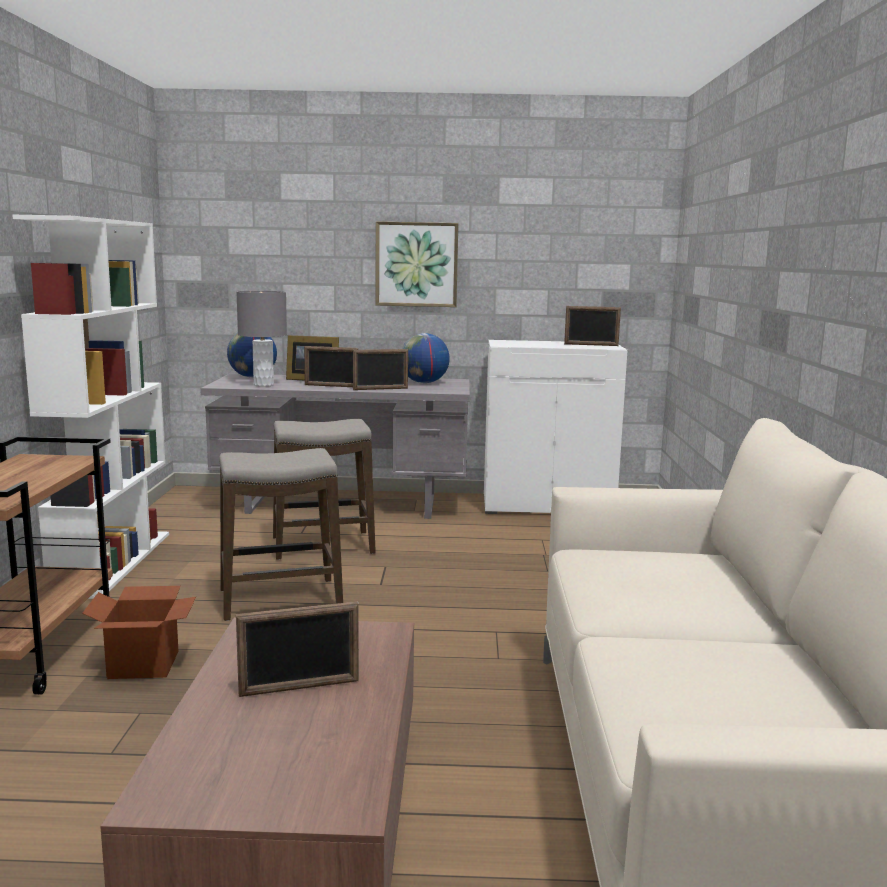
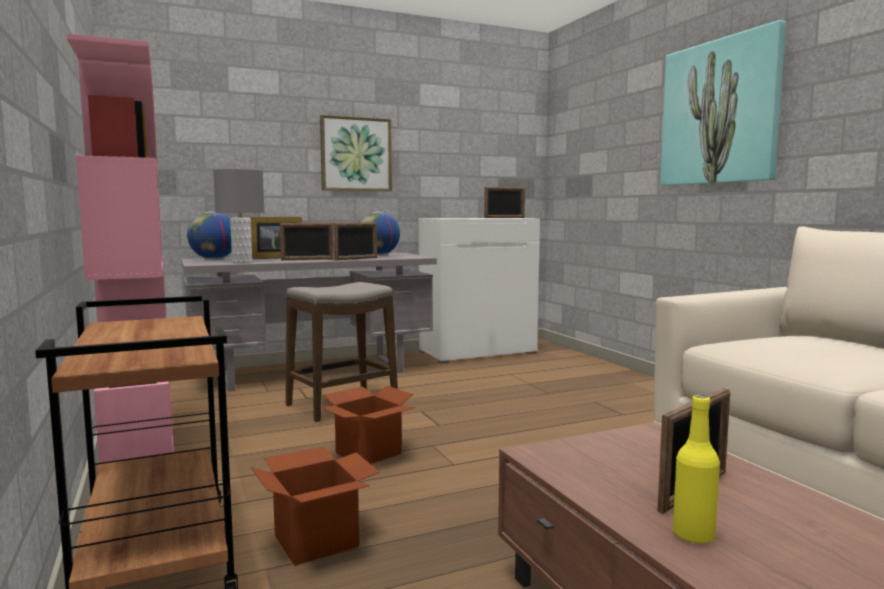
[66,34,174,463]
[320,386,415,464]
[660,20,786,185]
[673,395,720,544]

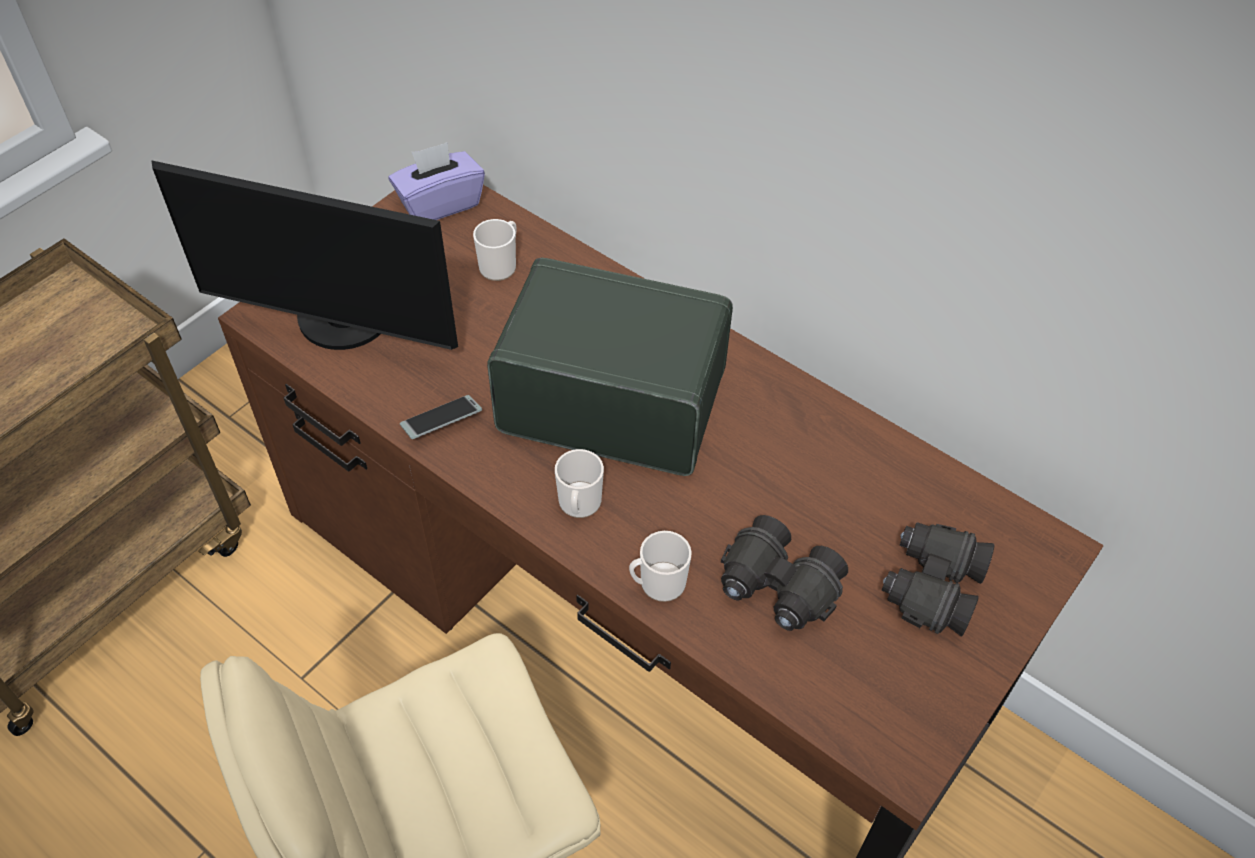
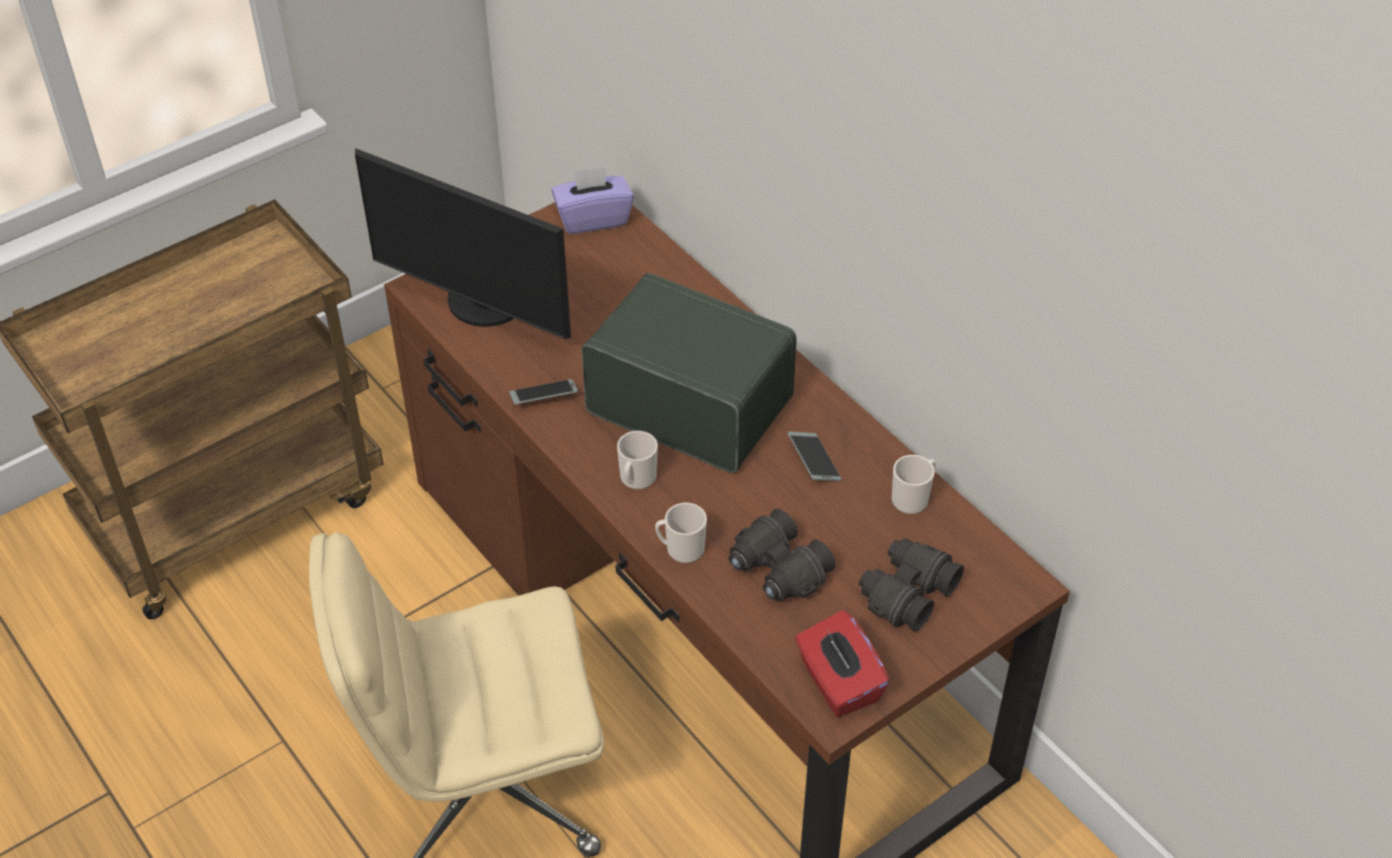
[892,455,936,514]
[788,432,841,481]
[795,610,890,717]

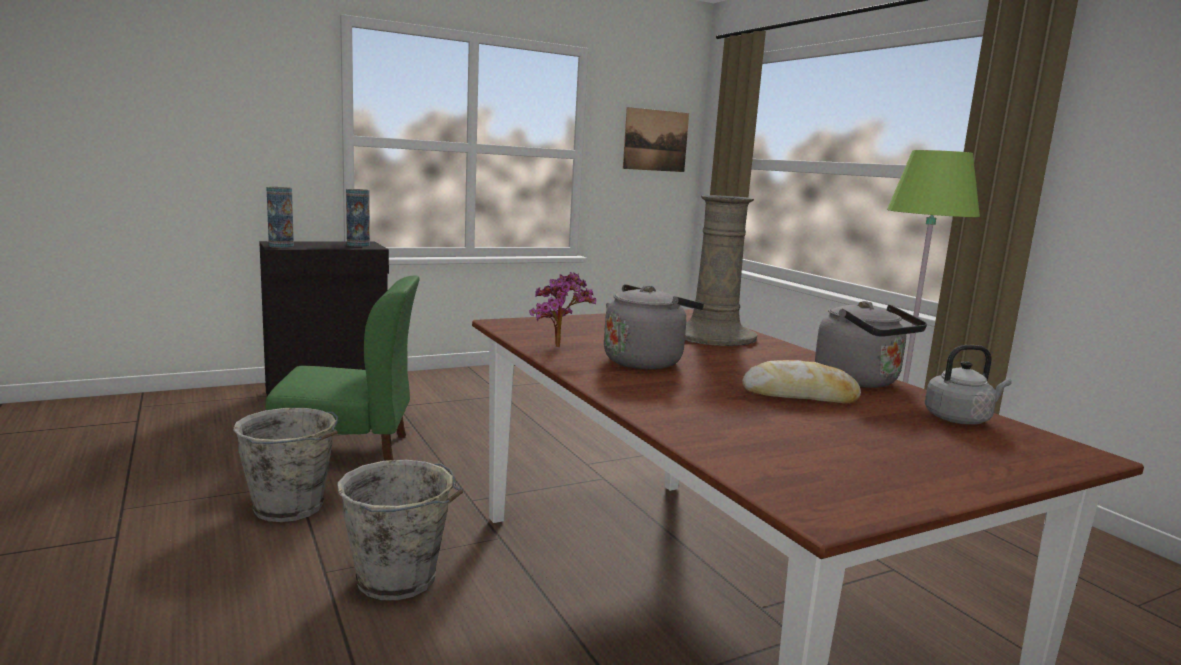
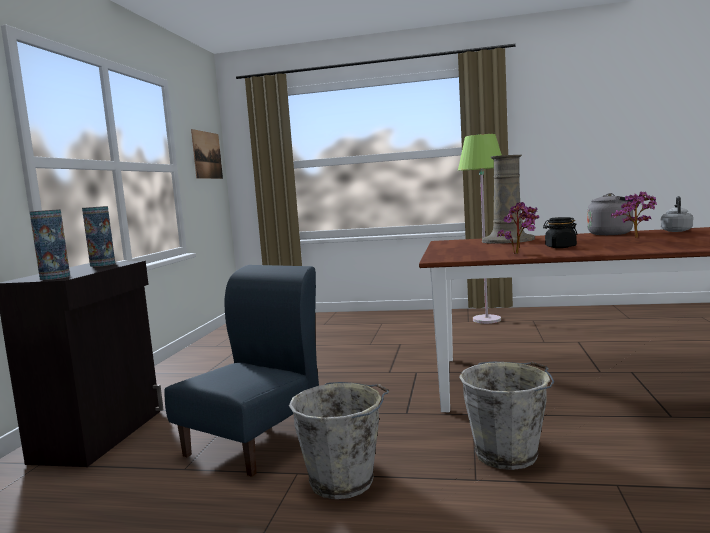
[164,265,319,477]
[543,217,578,248]
[611,192,657,238]

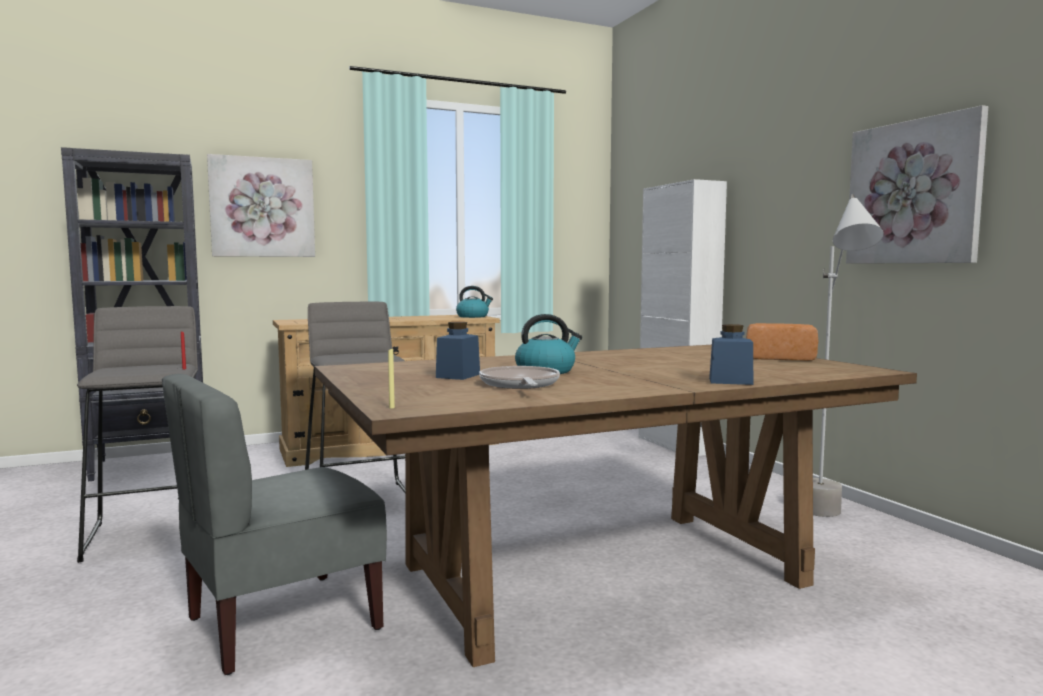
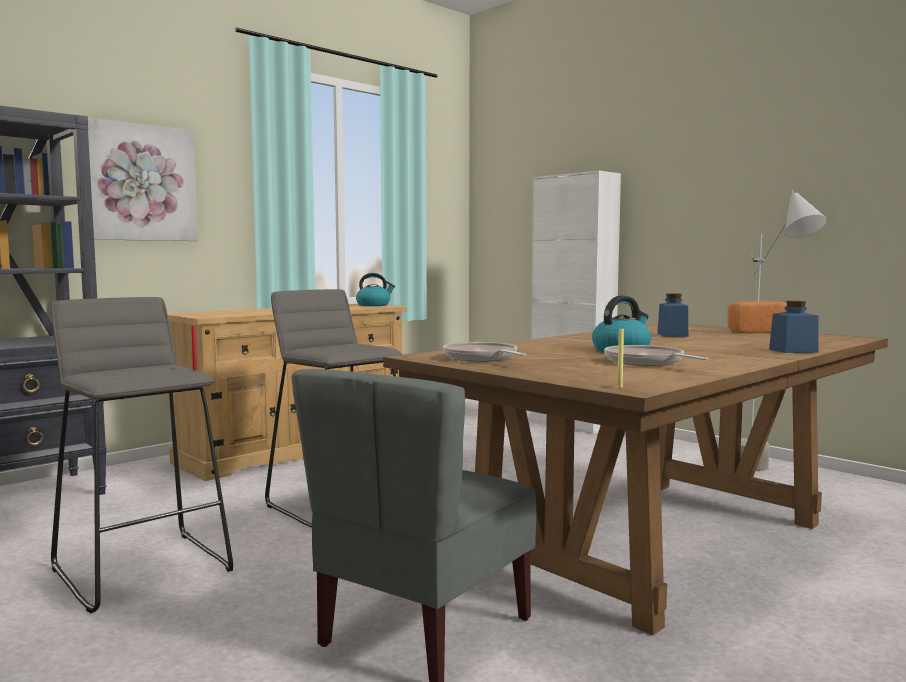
[846,105,988,264] (first image)
[657,293,688,337]
[443,342,526,361]

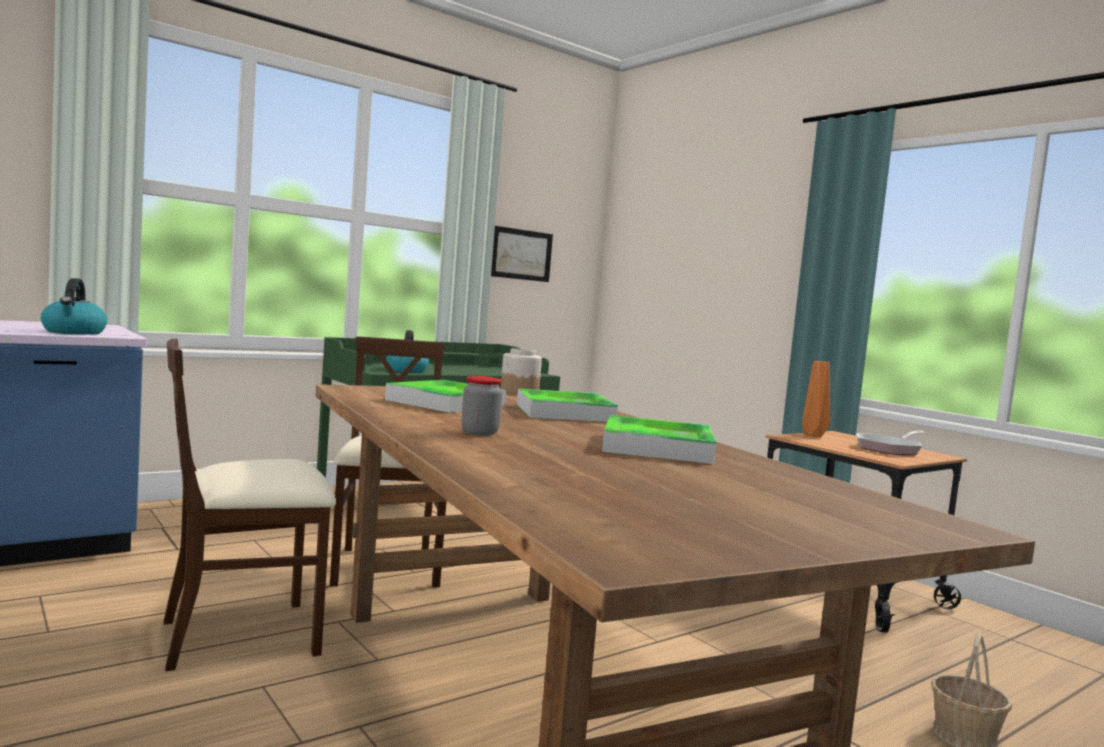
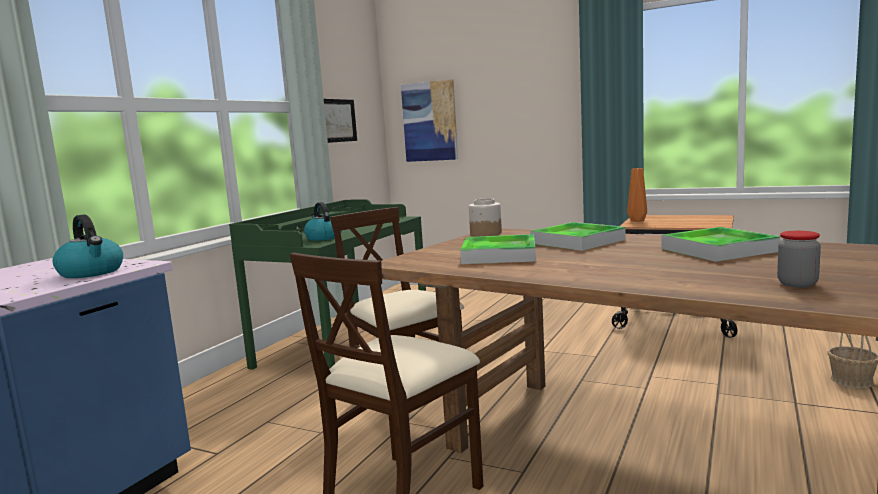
[777,231,821,288]
[856,430,925,455] (first image)
[401,79,458,162]

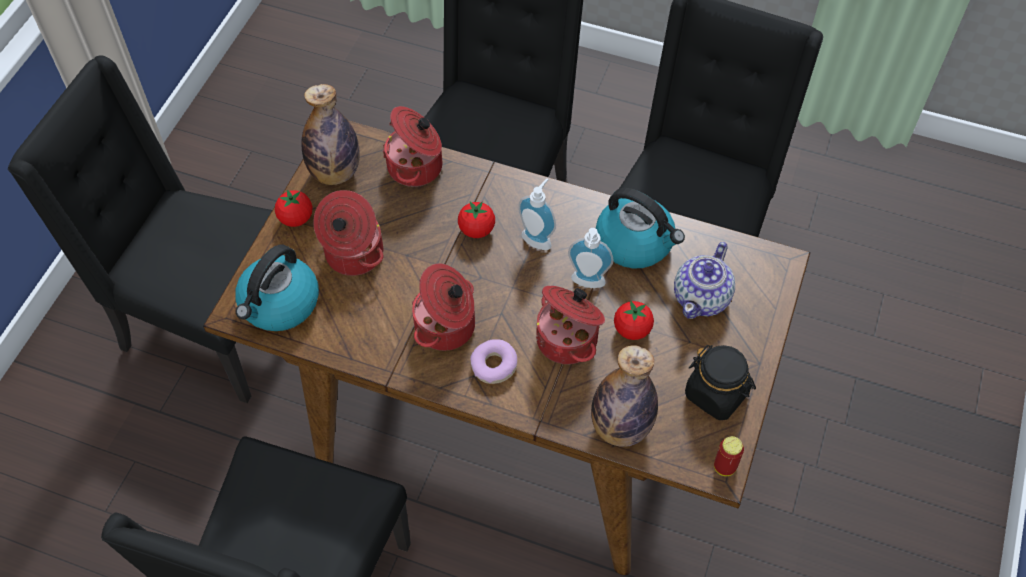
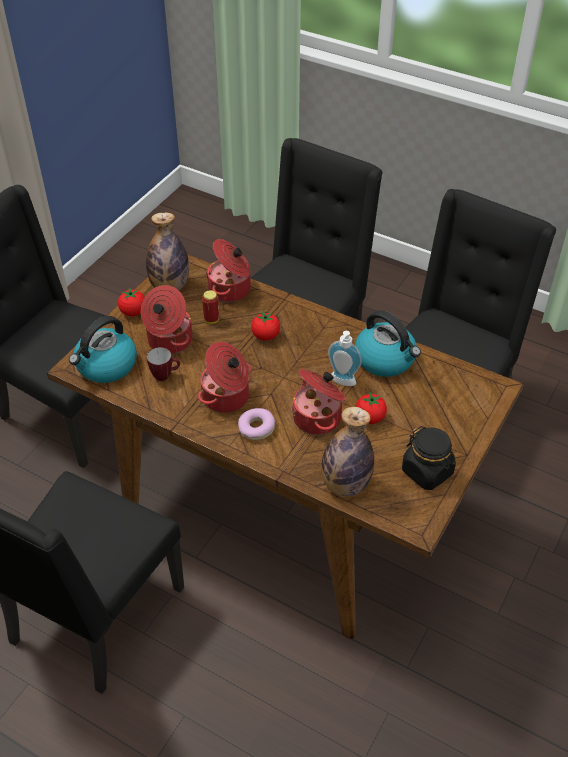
[518,178,556,250] (first image)
[674,242,735,319] (first image)
[202,290,220,324]
[147,347,180,381]

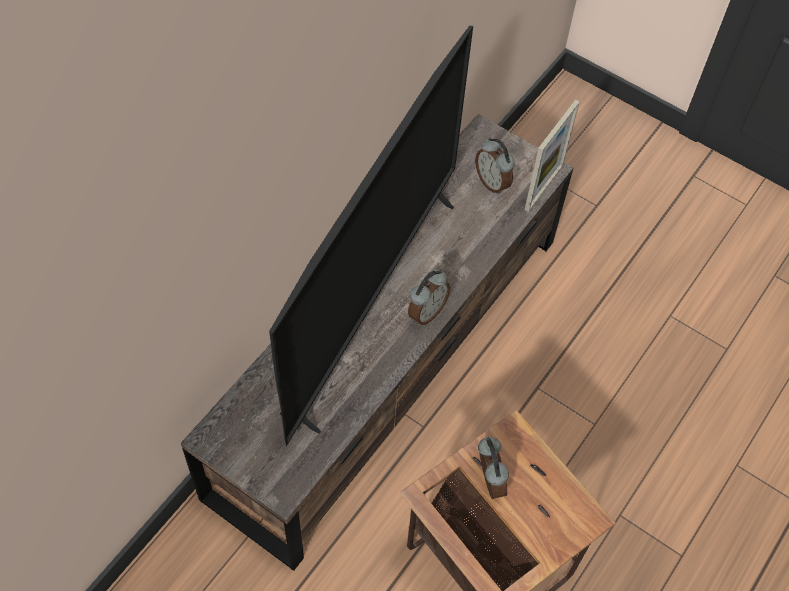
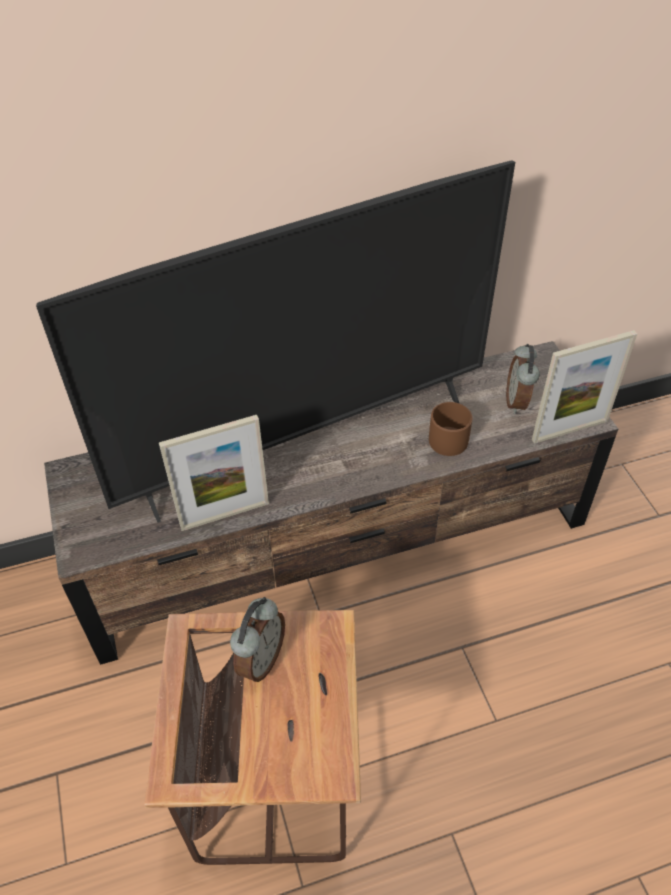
[408,270,450,325] (first image)
[429,402,473,456]
[159,415,269,531]

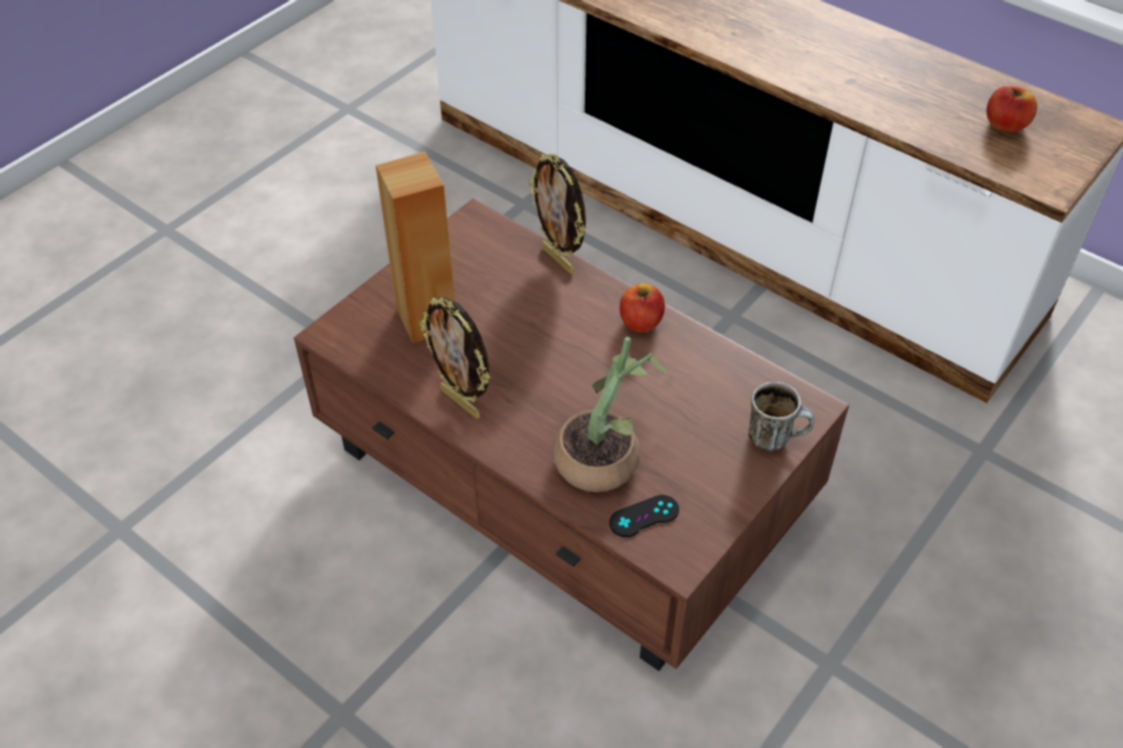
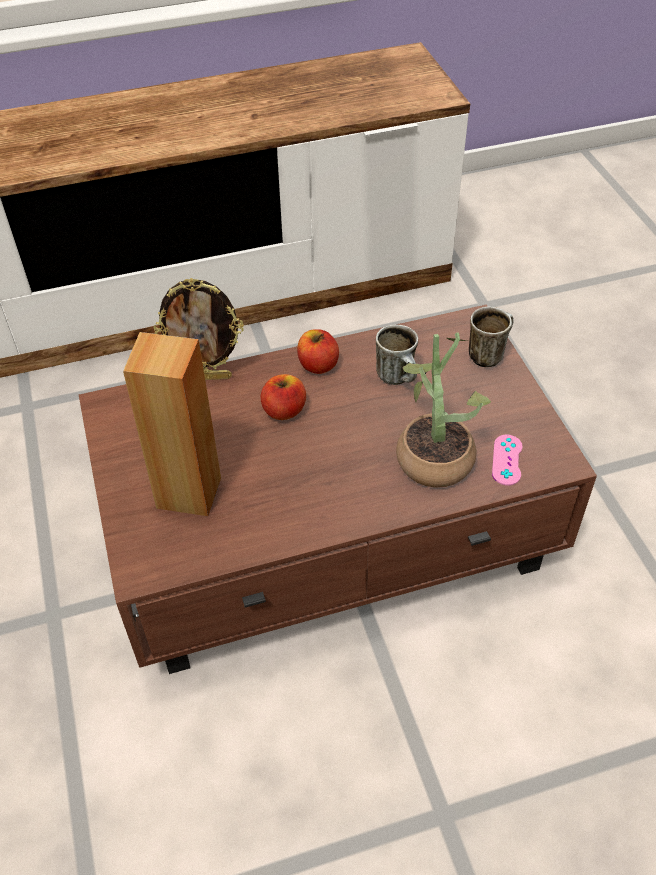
[261,374,306,420]
[419,297,490,419] (first image)
[492,435,523,486]
[376,325,418,385]

